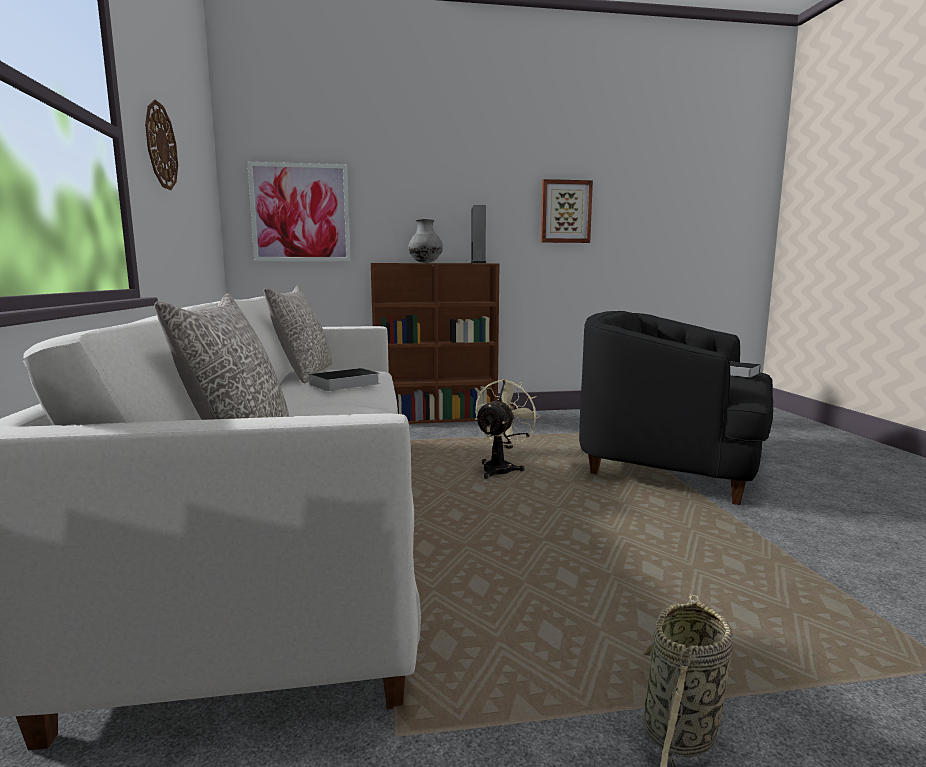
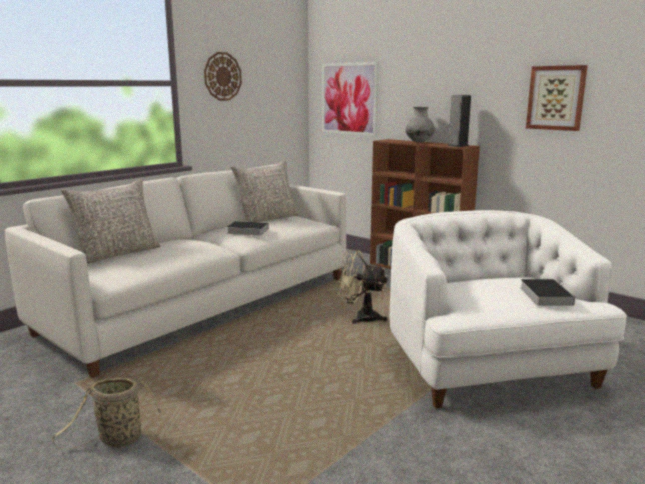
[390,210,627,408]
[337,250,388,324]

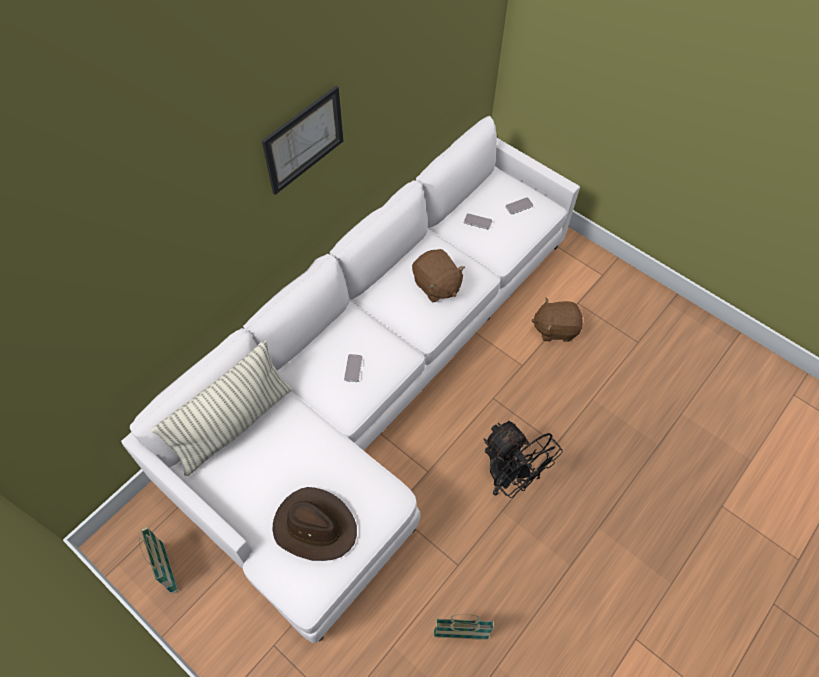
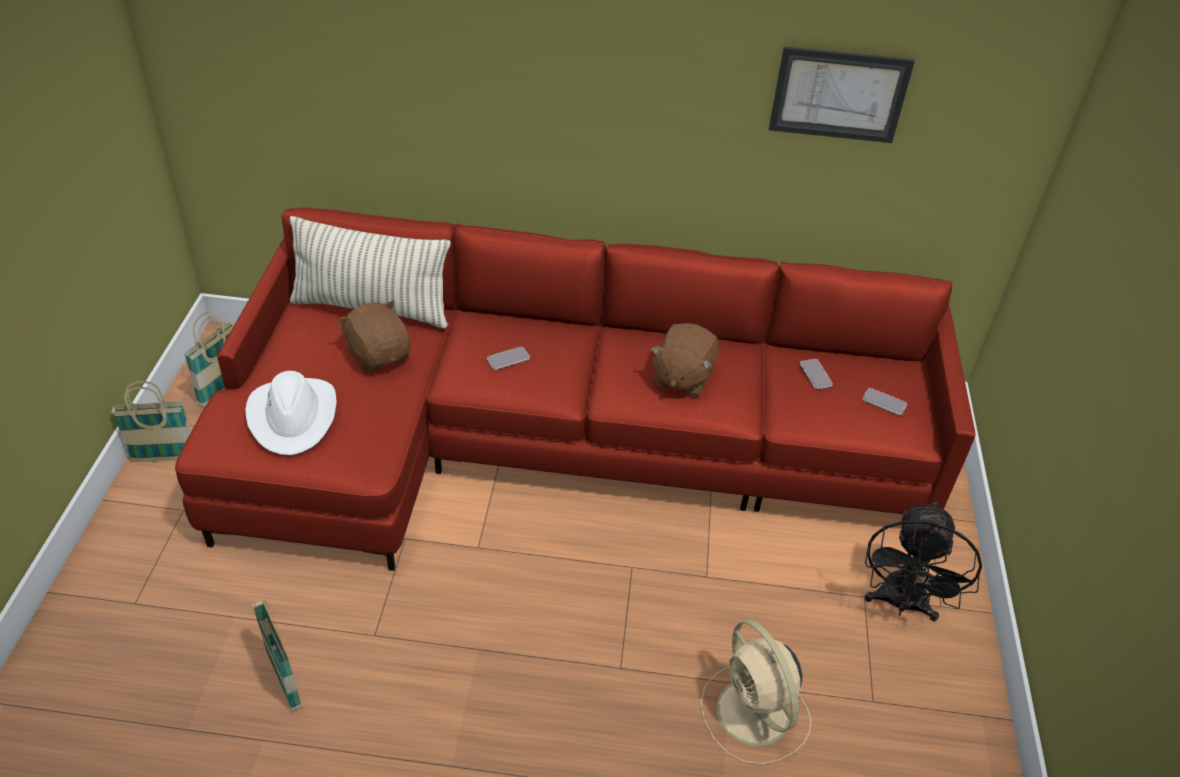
[769,47,915,143]
[175,207,975,571]
[337,300,411,373]
[864,501,982,622]
[245,371,337,455]
[111,381,191,462]
[700,620,811,765]

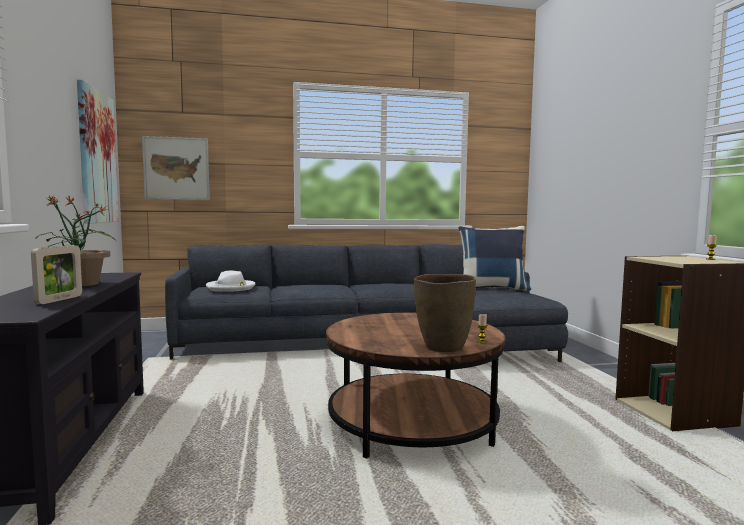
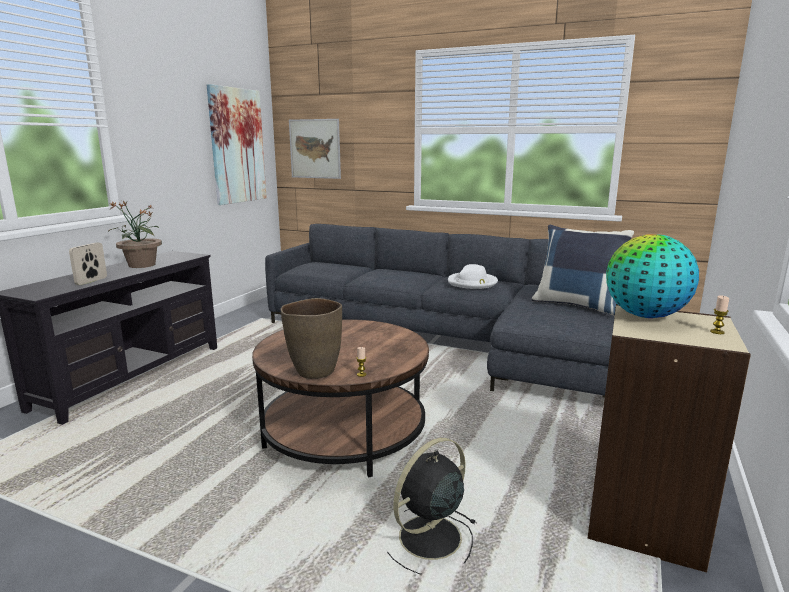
[69,243,107,285]
[448,264,498,289]
[606,234,699,318]
[387,438,477,574]

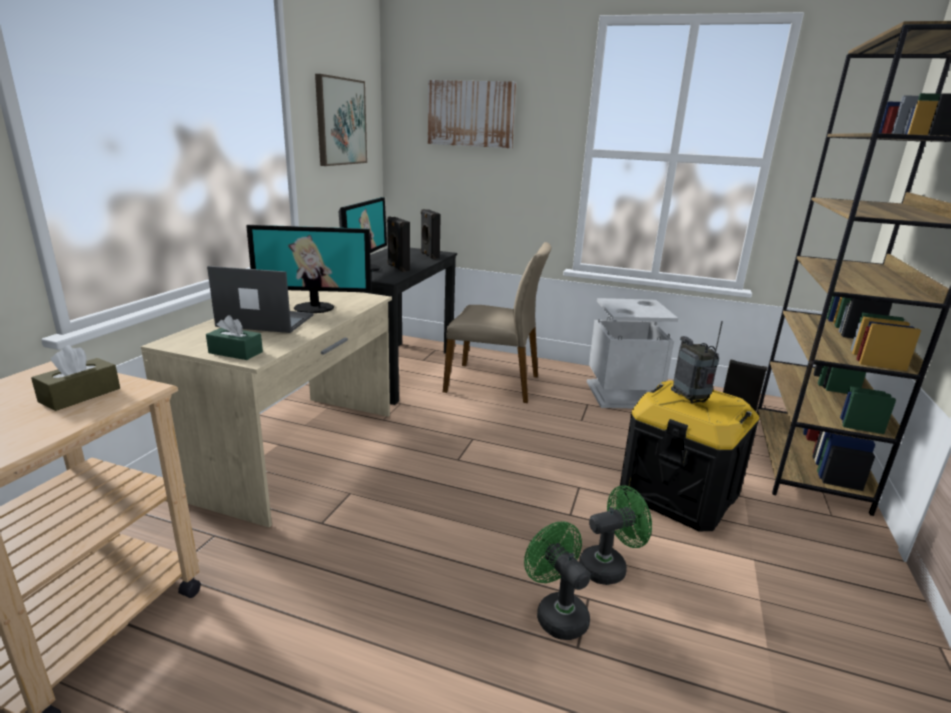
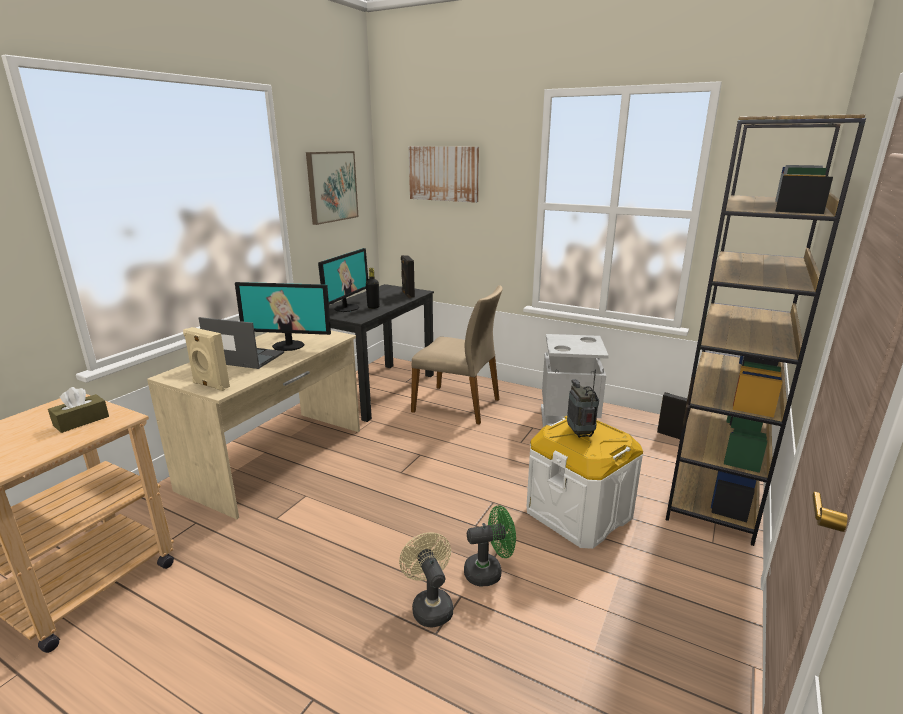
[366,268,380,309]
[183,327,230,391]
[527,416,643,549]
[399,532,453,628]

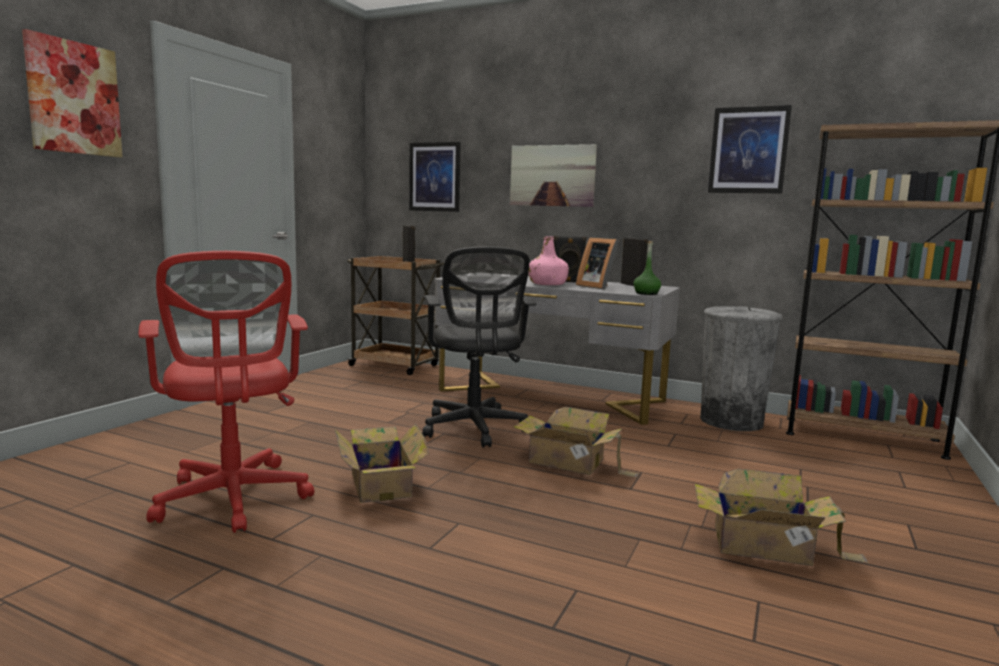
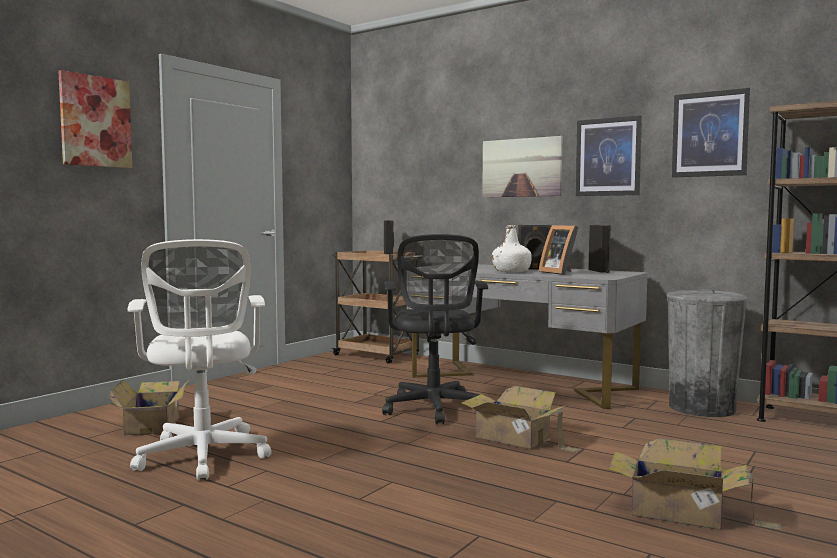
[576,115,642,196]
[492,225,532,272]
[633,241,661,295] (first image)
[127,239,271,481]
[109,378,191,435]

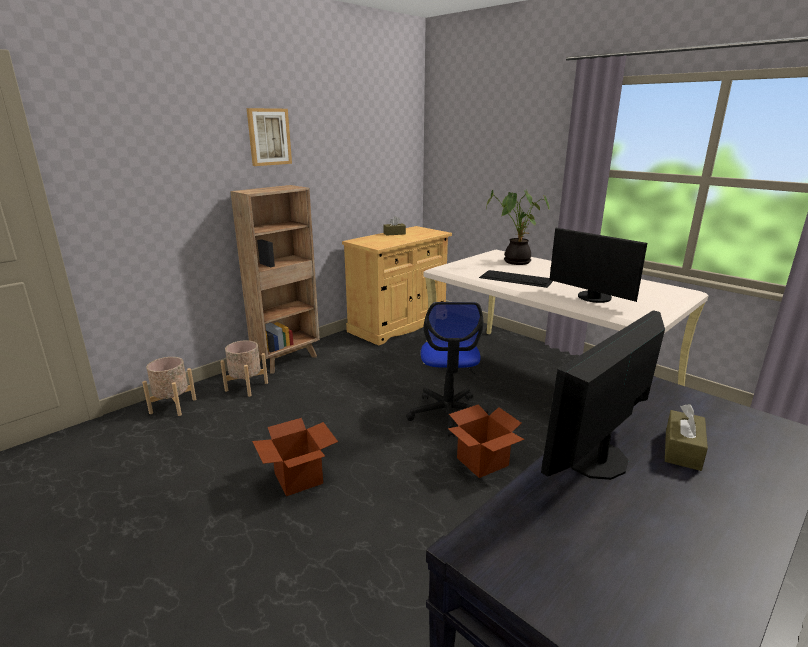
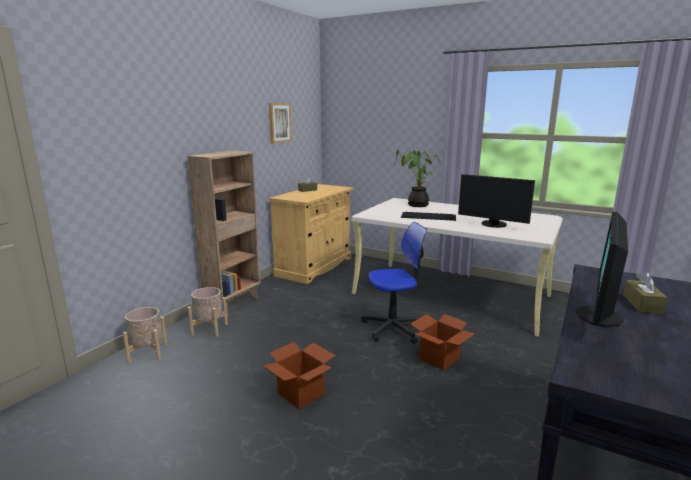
[269,103,292,143]
[361,222,427,344]

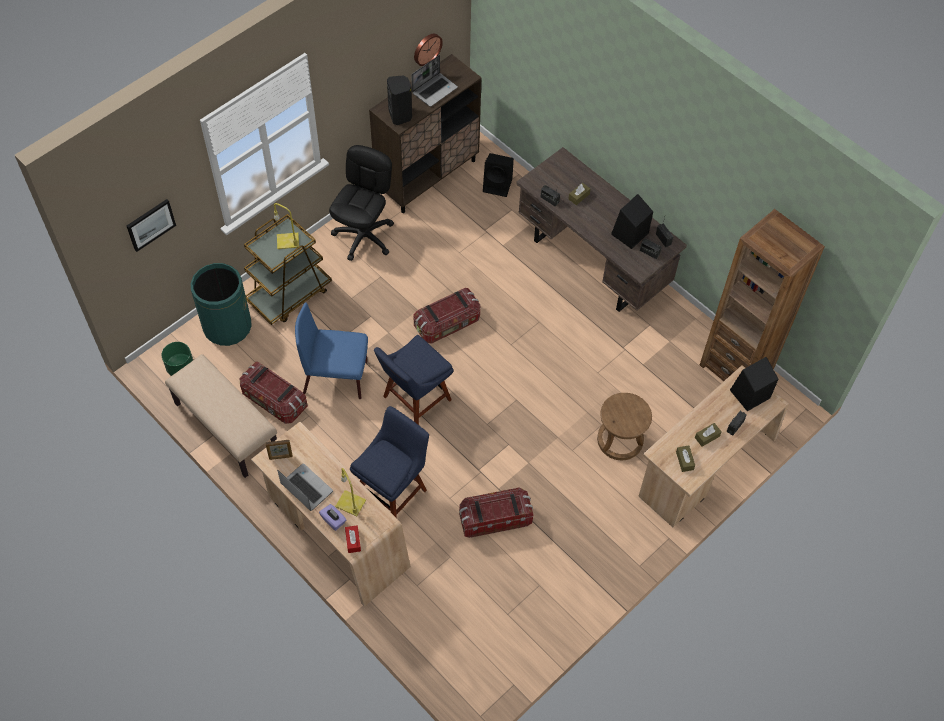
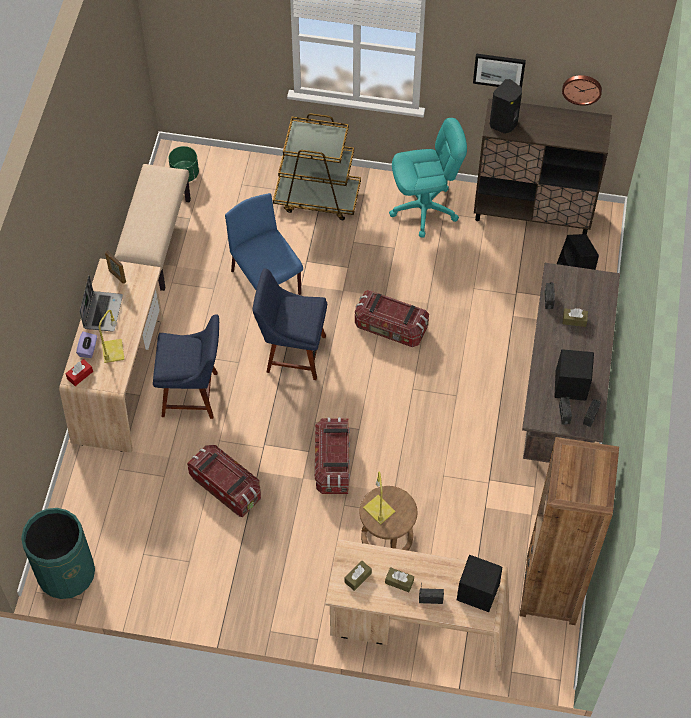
[411,55,458,107] (first image)
[389,118,467,238]
[473,54,526,87]
[363,471,396,525]
[21,508,95,599]
[315,417,350,494]

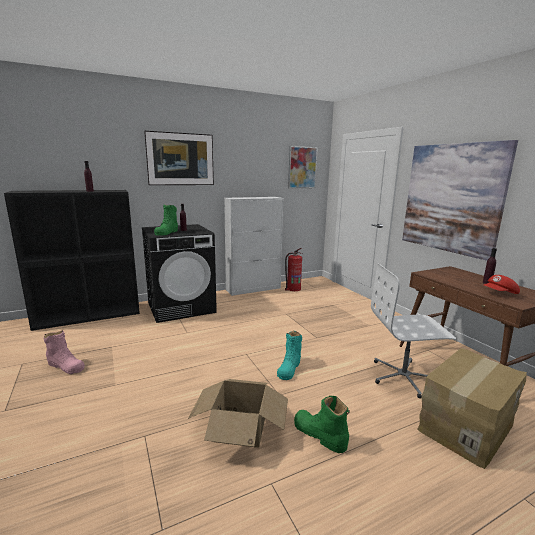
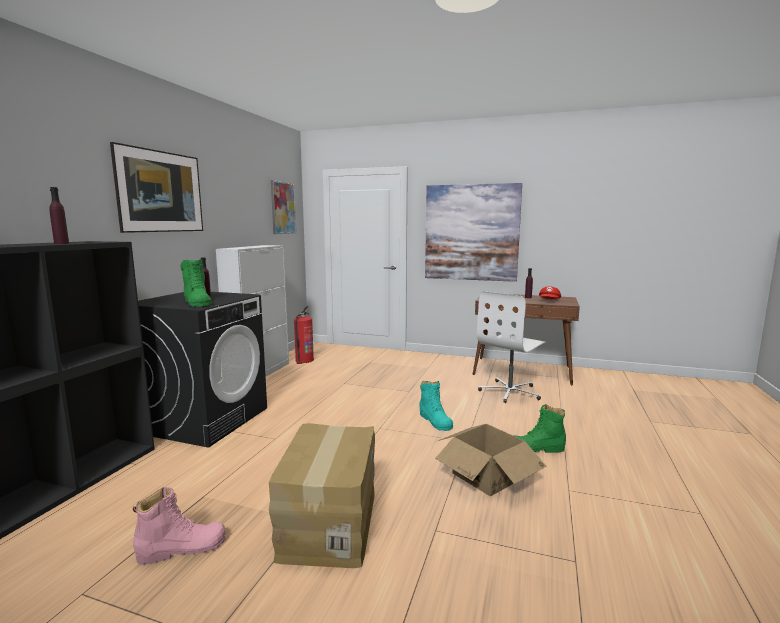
[269,423,375,568]

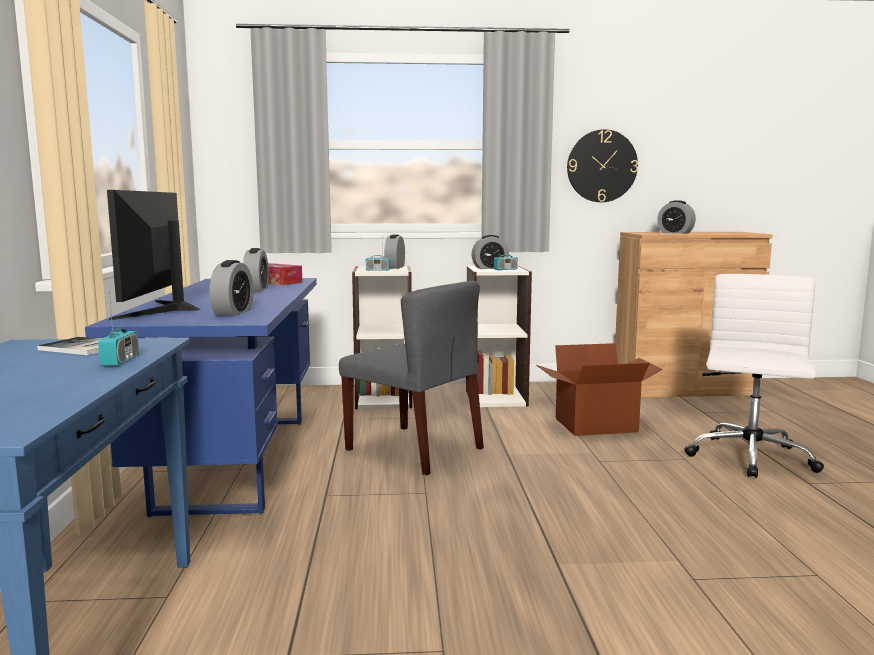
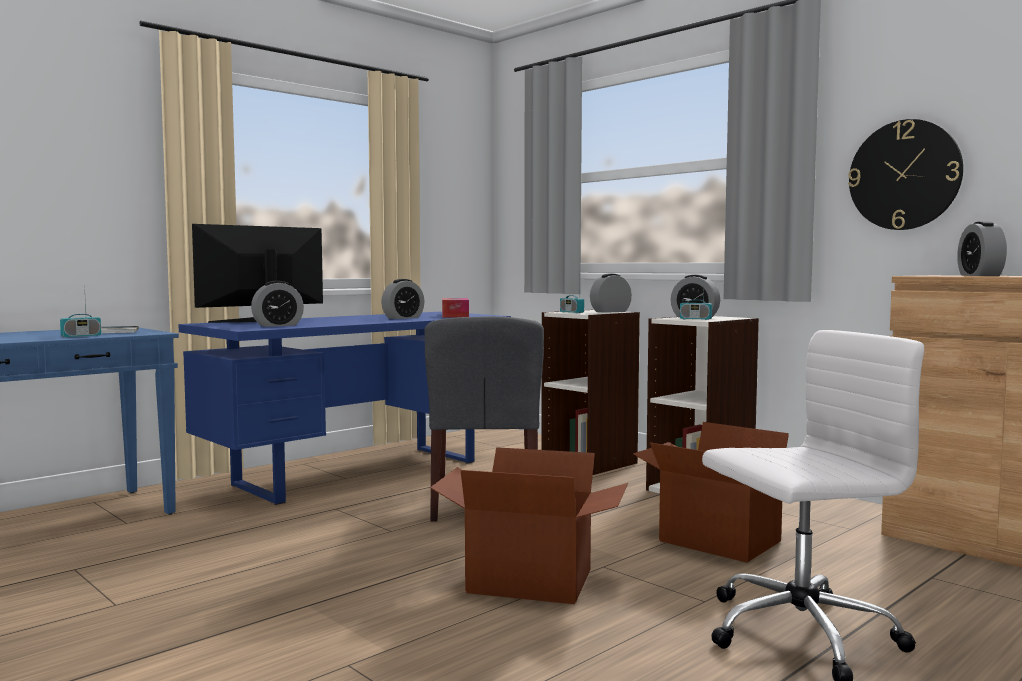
[430,447,628,604]

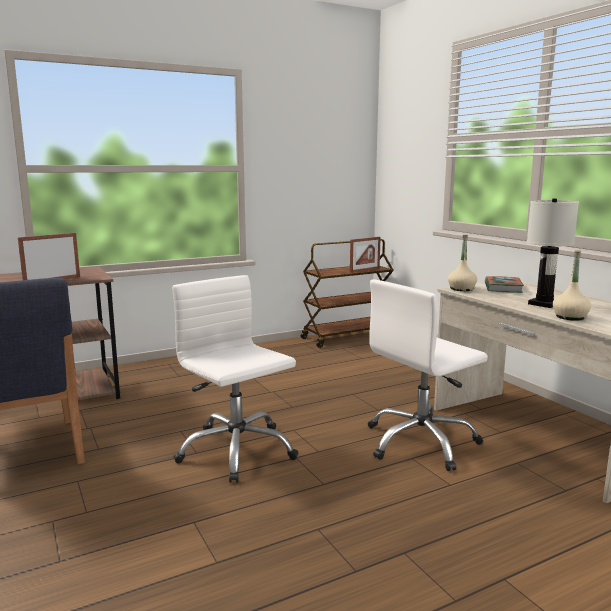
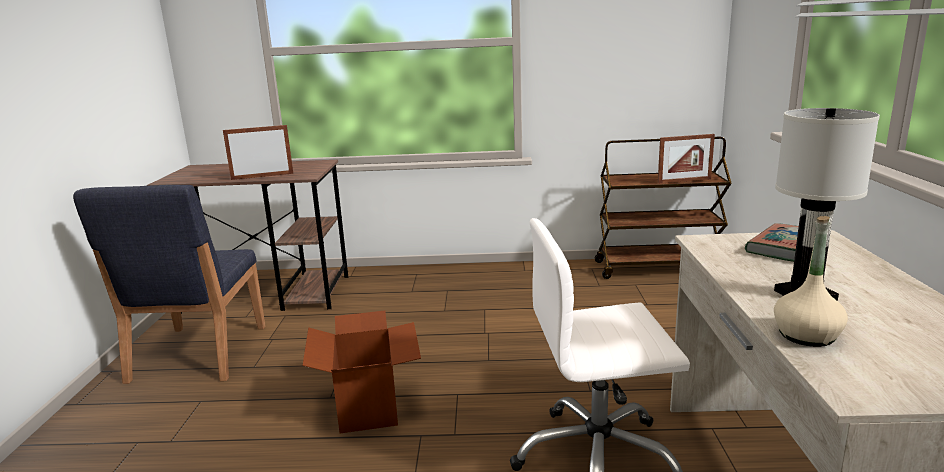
[448,235,477,291] (first image)
[302,311,421,434]

